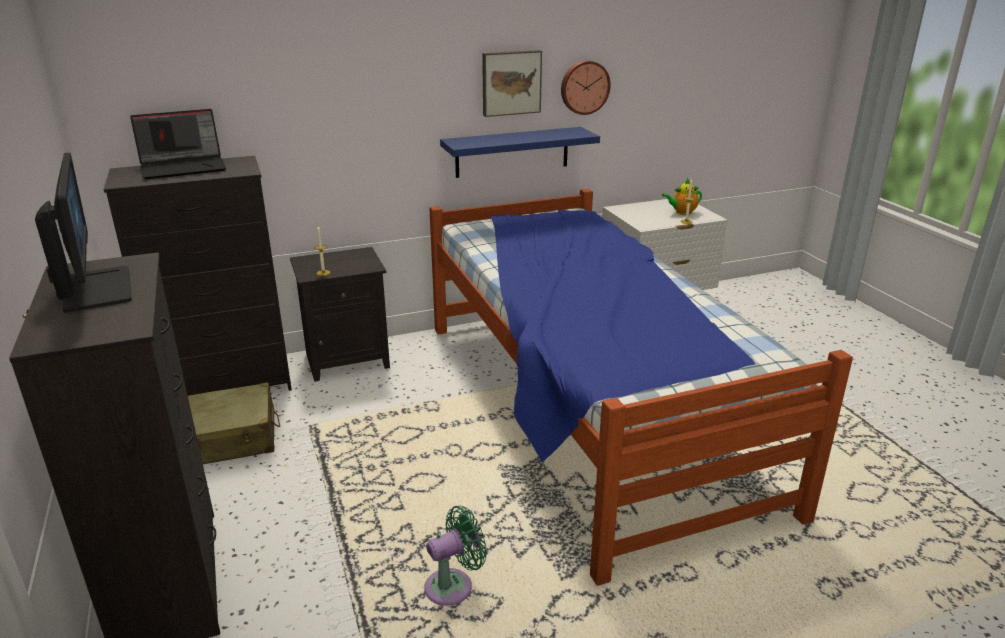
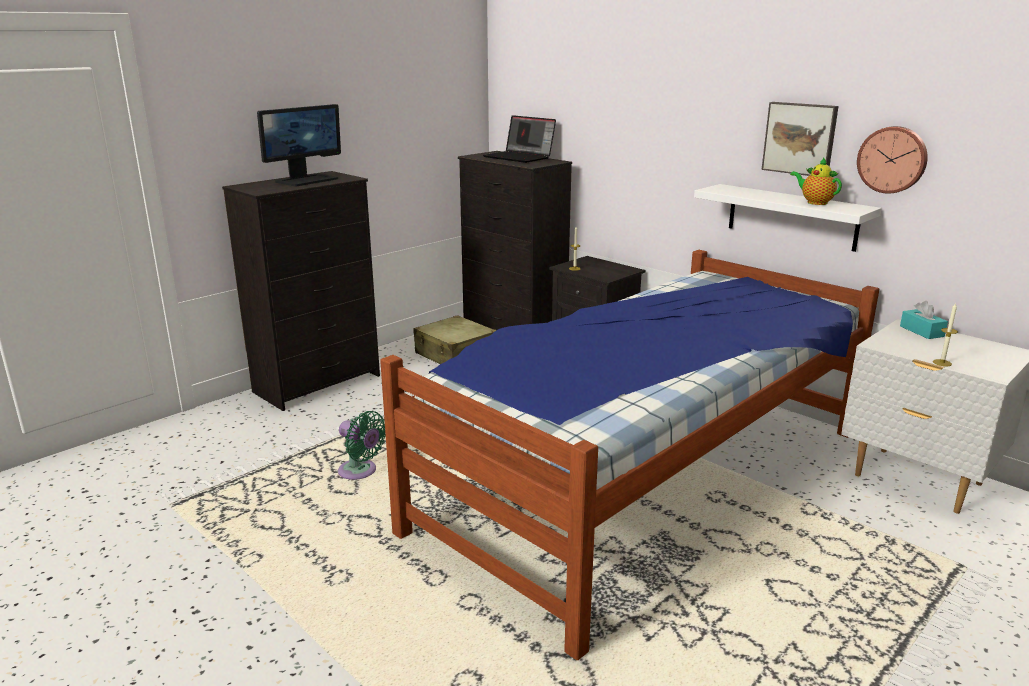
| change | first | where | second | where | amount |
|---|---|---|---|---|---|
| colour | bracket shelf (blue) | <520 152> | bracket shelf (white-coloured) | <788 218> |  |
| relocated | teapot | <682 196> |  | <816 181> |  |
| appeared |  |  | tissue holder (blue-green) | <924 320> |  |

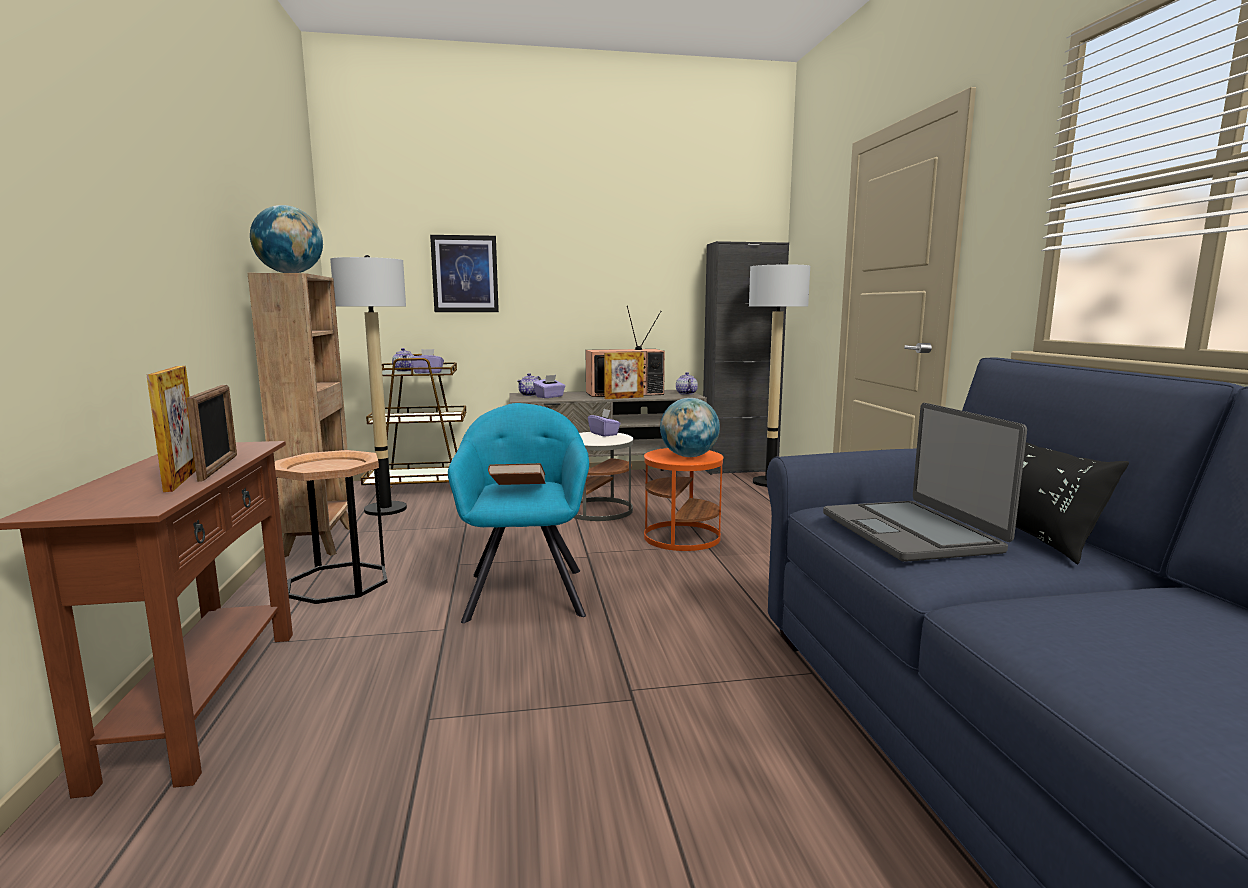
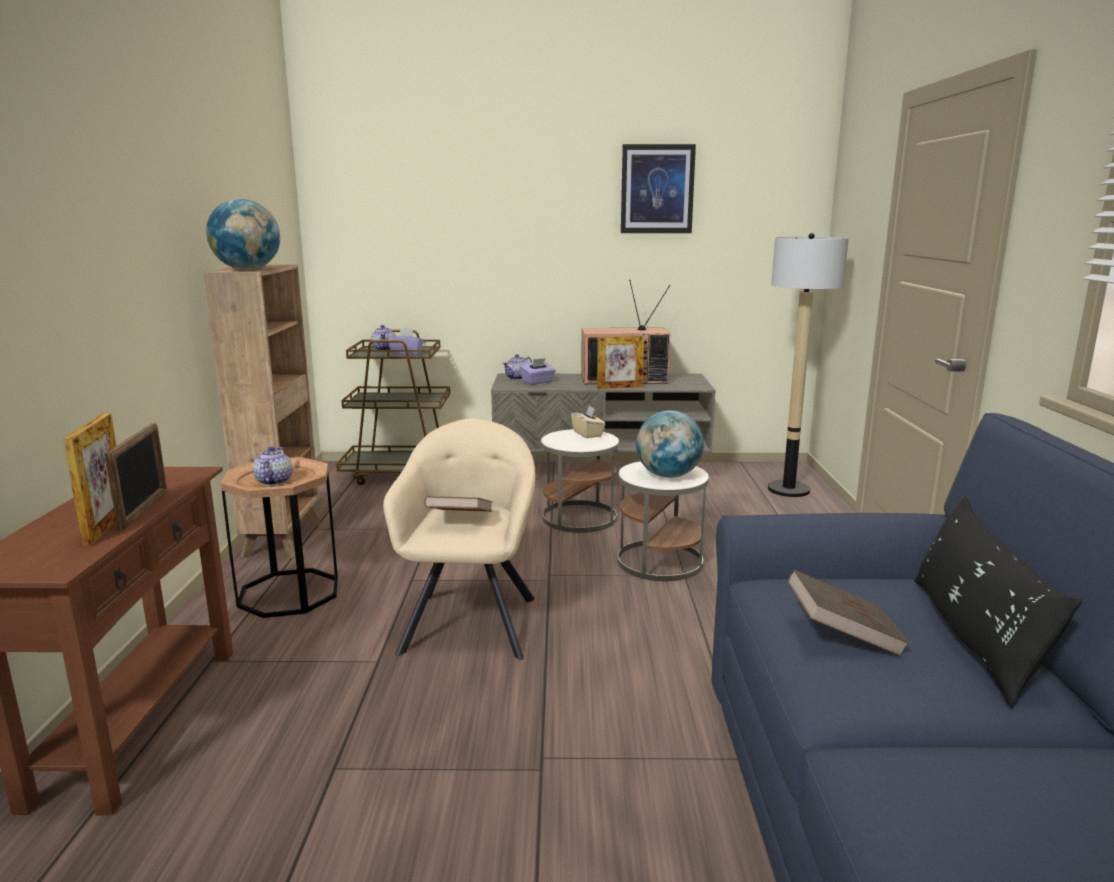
| change | first | where | second | where | amount |
|---|---|---|---|---|---|
| missing | floor lamp | <368 385> |  |  |  |
| relocated | wall art | <464 273> |  | <658 188> |  |
| colour | lounge chair (blue-green) | <518 513> | lounge chair (sand-coloured) | <459 539> |  |
| colour | tissue holder (purple) | <604 423> | tissue holder (sand-coloured) | <588 422> |  |
| colour | accent table (orange-coloured) | <683 499> | accent table (white-coloured) | <663 521> |  |
| relocated | teapot | <687 383> |  | <273 466> |  |
| missing | storage cabinet (black-coloured) | <746 358> |  |  |  |
| exchanged | notebook computer | <925 482> | book (brownish) | <848 613> |  |

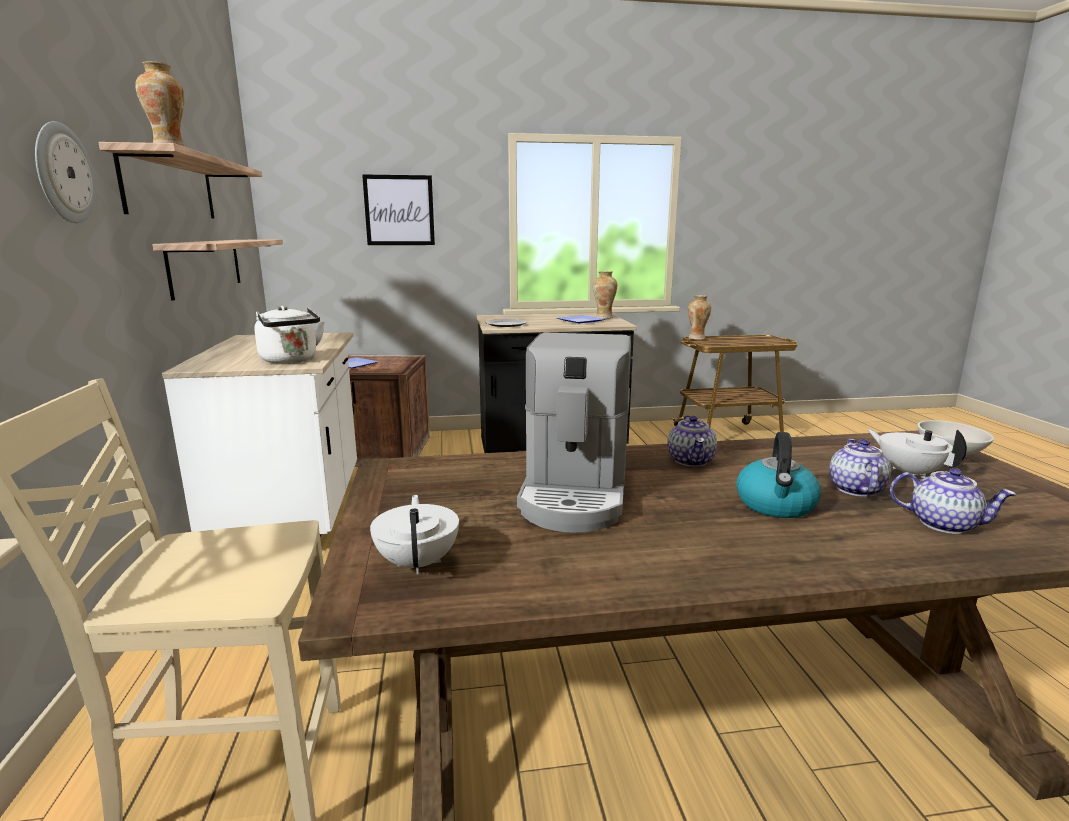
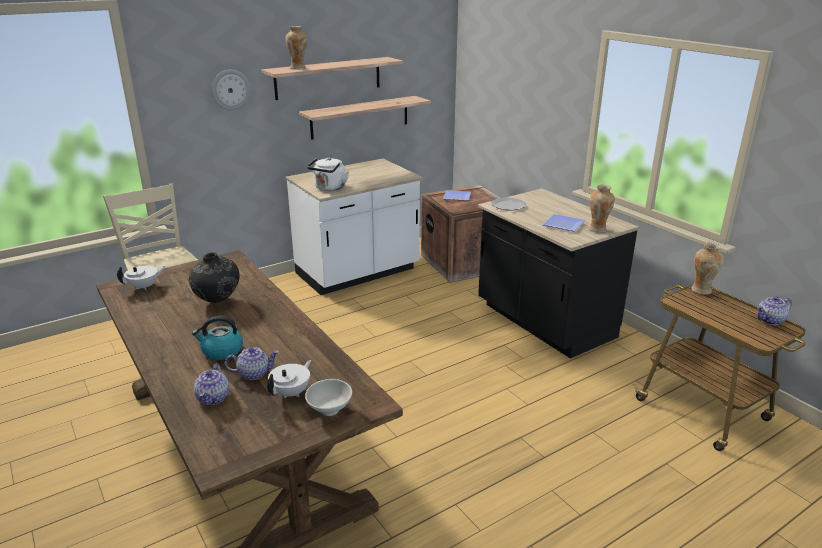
| change | first | where | second | where | amount |
|---|---|---|---|---|---|
| missing | wall art | <398 209> |  |  |  |
| exchanged | coffee machine | <574 432> | decorative vase (black-coloured) | <214 277> |  |
| relocated | teapot | <692 441> |  | <774 310> |  |

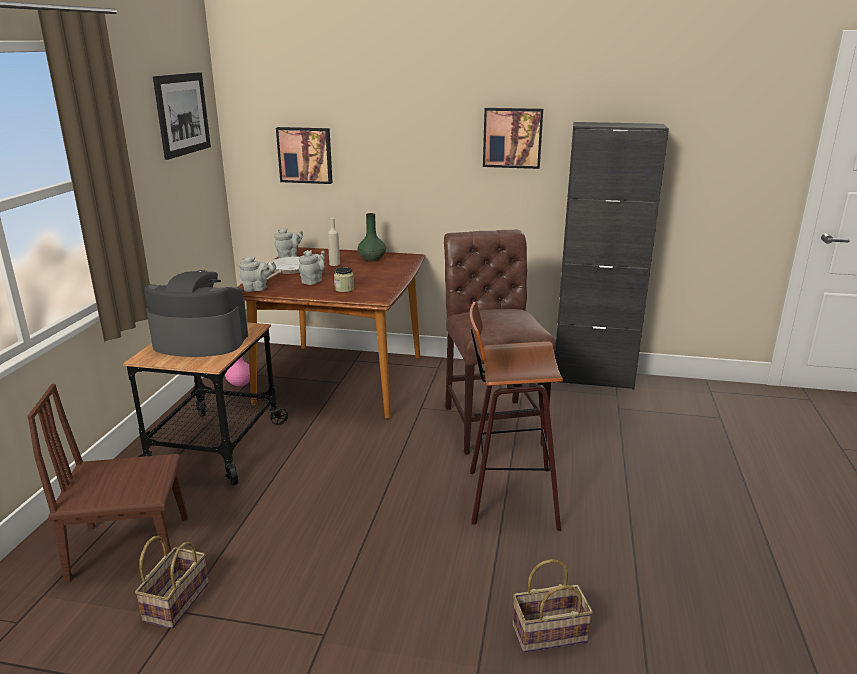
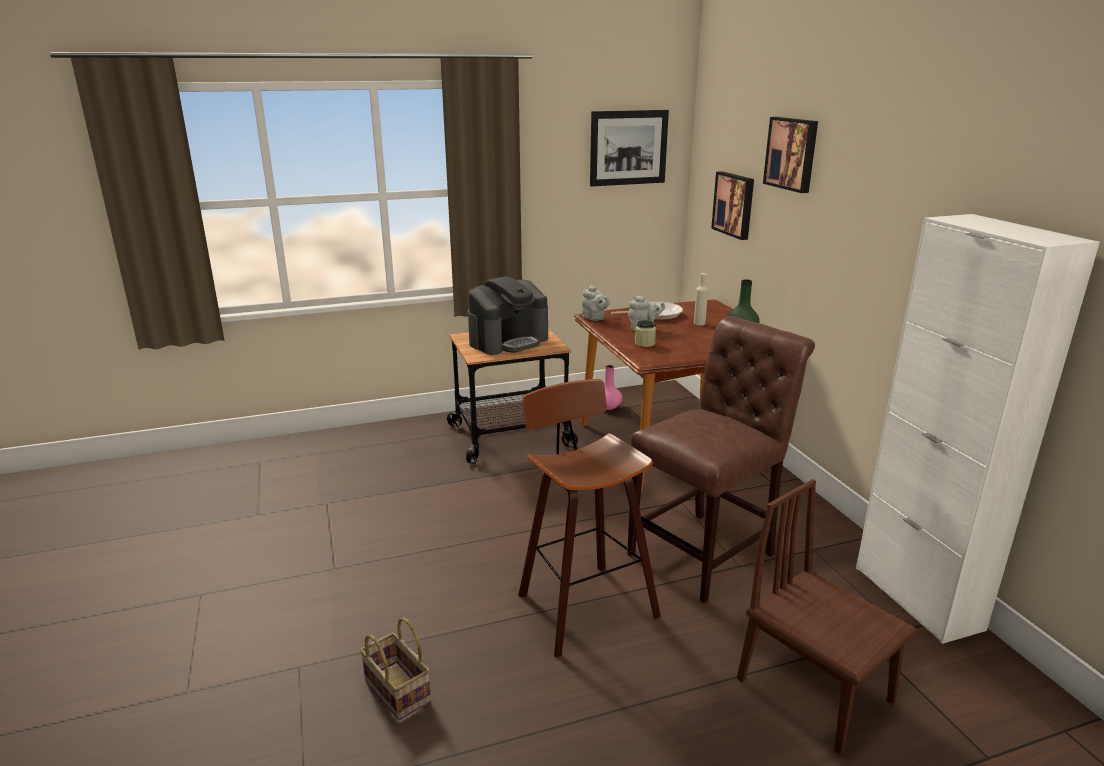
| change | first | where | second | where | amount |
|---|---|---|---|---|---|
| relocated | upright chair (brownish) | <107 483> |  | <827 617> |  |
| missing | household basket | <172 582> |  |  |  |
| spun | coffee machine | <196 313> |  | <508 315> | 75 degrees clockwise |
| missing | teapot (grey) | <288 243> |  |  |  |
| relocated | wall art | <513 138> |  | <790 155> |  |
| colour | storage cabinet (black-coloured) | <611 256> | storage cabinet (white-coloured) | <978 429> |  |

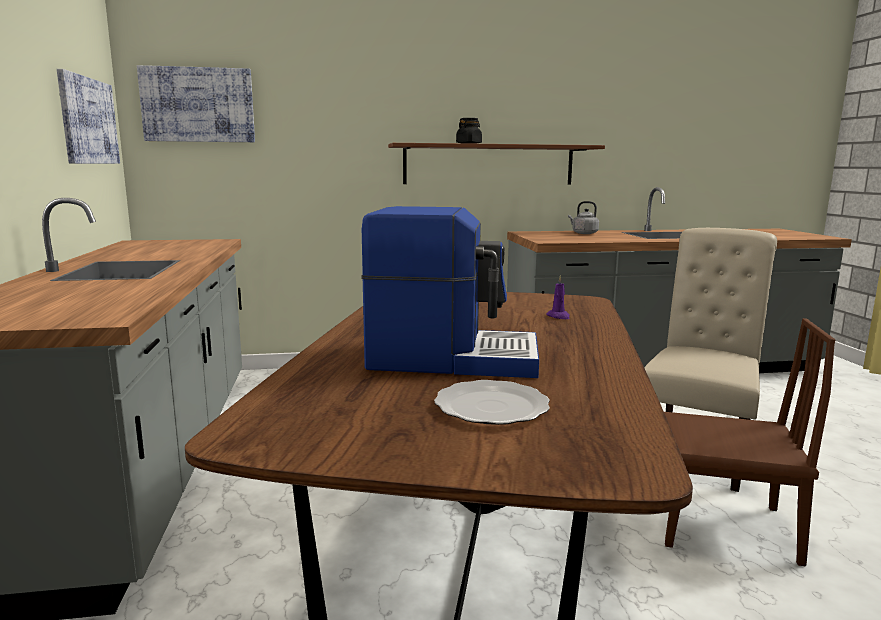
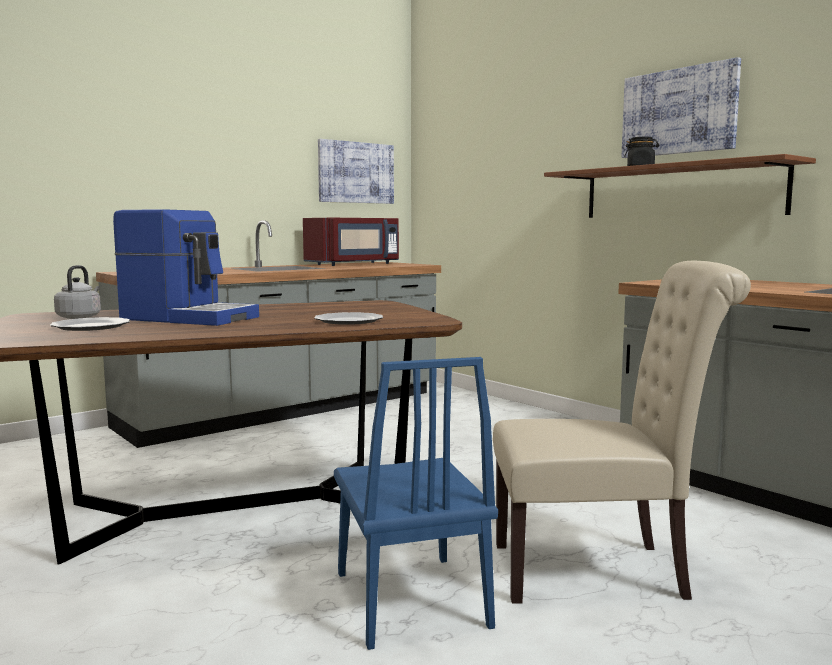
| change | first | where | second | where | amount |
|---|---|---|---|---|---|
| relocated | wall art | <196 103> |  | <681 107> |  |
| spun | coffee machine | <450 292> |  | <186 267> | 45 degrees counterclockwise |
| exchanged | candle (purple) | <558 297> | plate | <349 318> |  |
| relocated | tea kettle (grey) | <583 217> |  | <77 292> |  |
| colour | upright chair (brownish) | <749 442> | upright chair (blue) | <416 503> |  |
| appeared |  |  | kitchen microwave (reddish) | <351 242> |  |

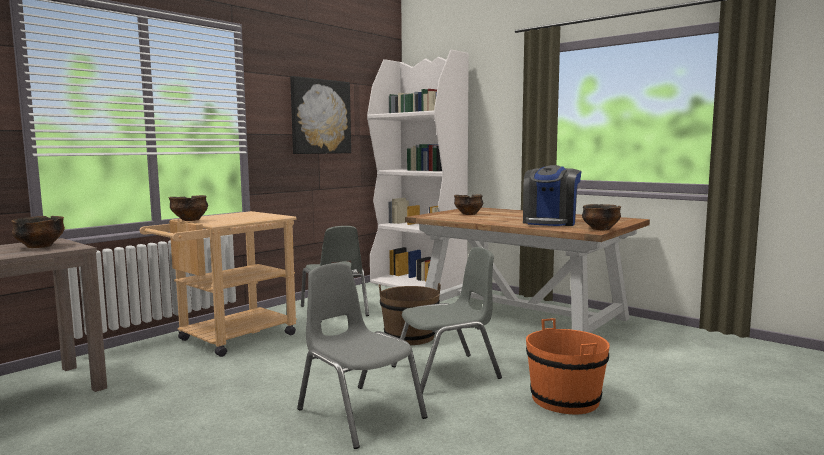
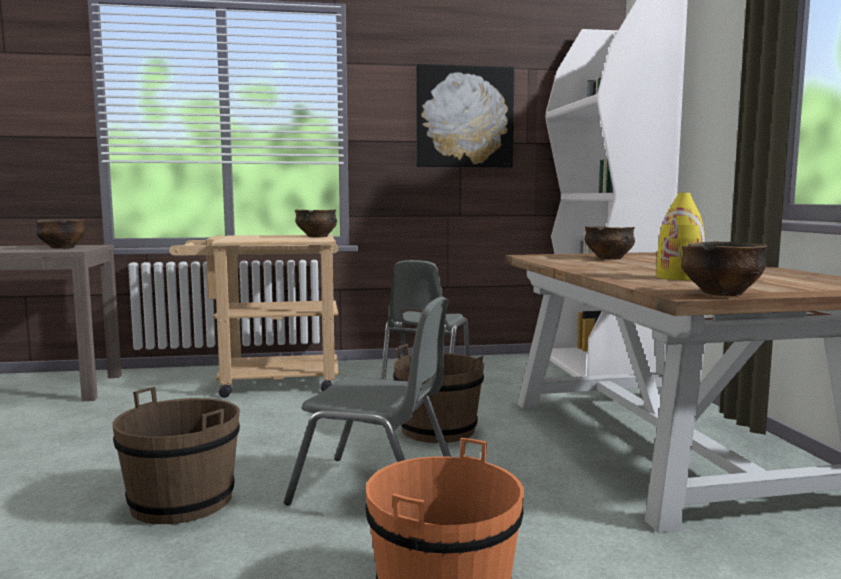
| change | first | where | second | where | amount |
|---|---|---|---|---|---|
| relocated | serving bowl | <188 208> |  | <316 224> |  |
| exchanged | upright chair (grey) | <362 356> | bucket (brownish) | <176 455> |  |
| exchanged | coffee machine | <552 195> | decorative vase (yellow) | <680 236> |  |

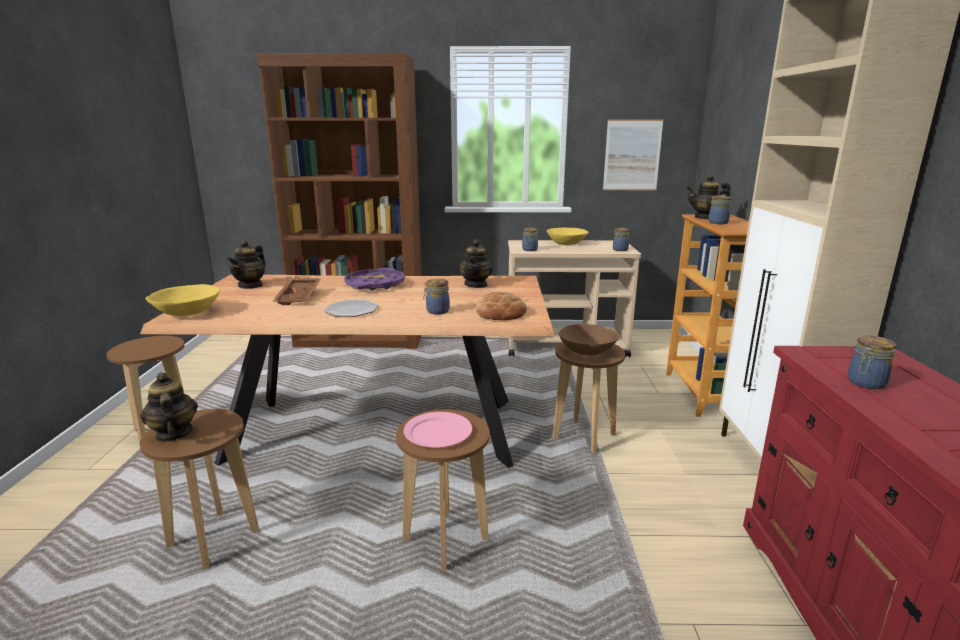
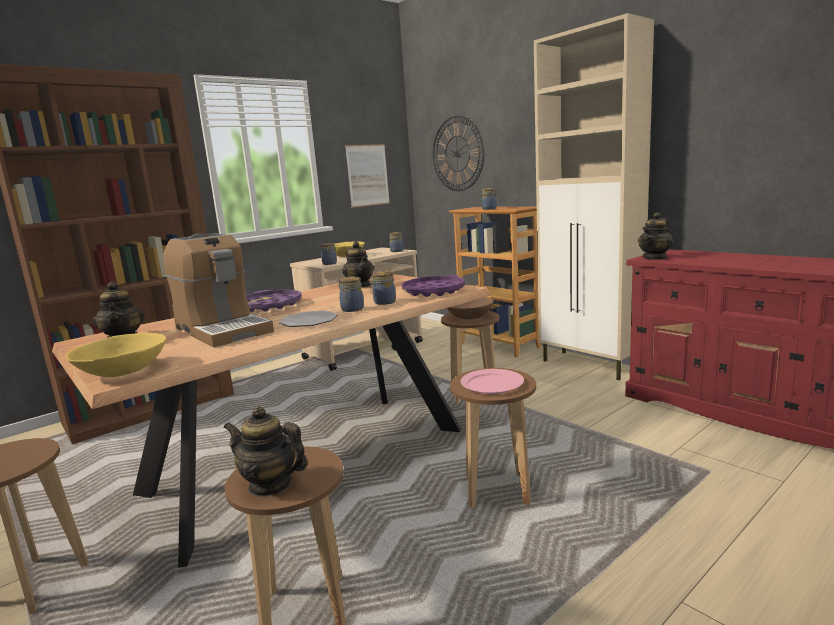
| change | first | where | second | where | amount |
|---|---|---|---|---|---|
| exchanged | tray (brownish) | <296 291> | coffee machine | <218 290> |  |
| exchanged | bakery bread | <501 306> | tray (purple) | <433 286> |  |
| relocated | teapot | <708 197> |  | <655 236> |  |
| relocated | storage jar | <872 362> |  | <351 294> |  |
| appeared |  |  | hanging clock | <458 153> |  |

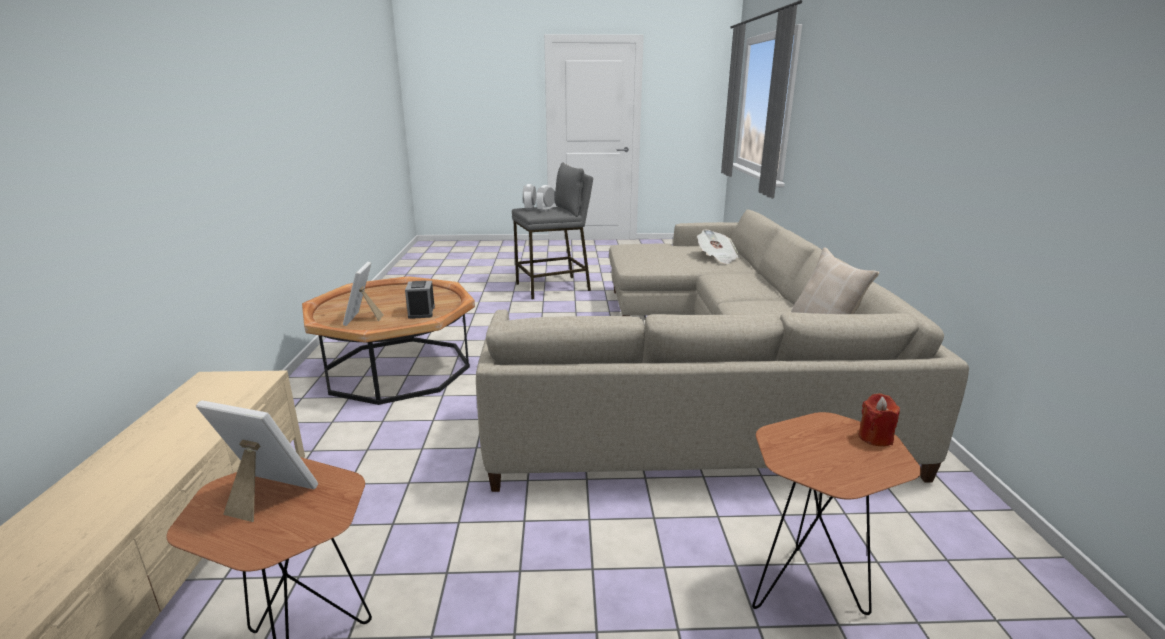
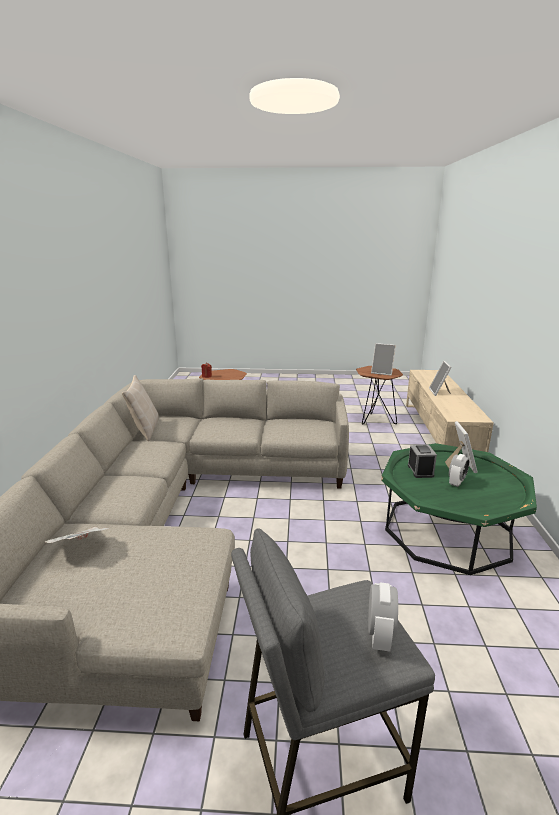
| change | first | where | second | where | amount |
|---|---|---|---|---|---|
| colour | coffee table (brownish) | <388 340> | coffee table (green) | <459 509> |  |
| relocated | table clock | <545 198> |  | <459 470> |  |
| appeared |  |  | standing frame | <440 378> |  |

